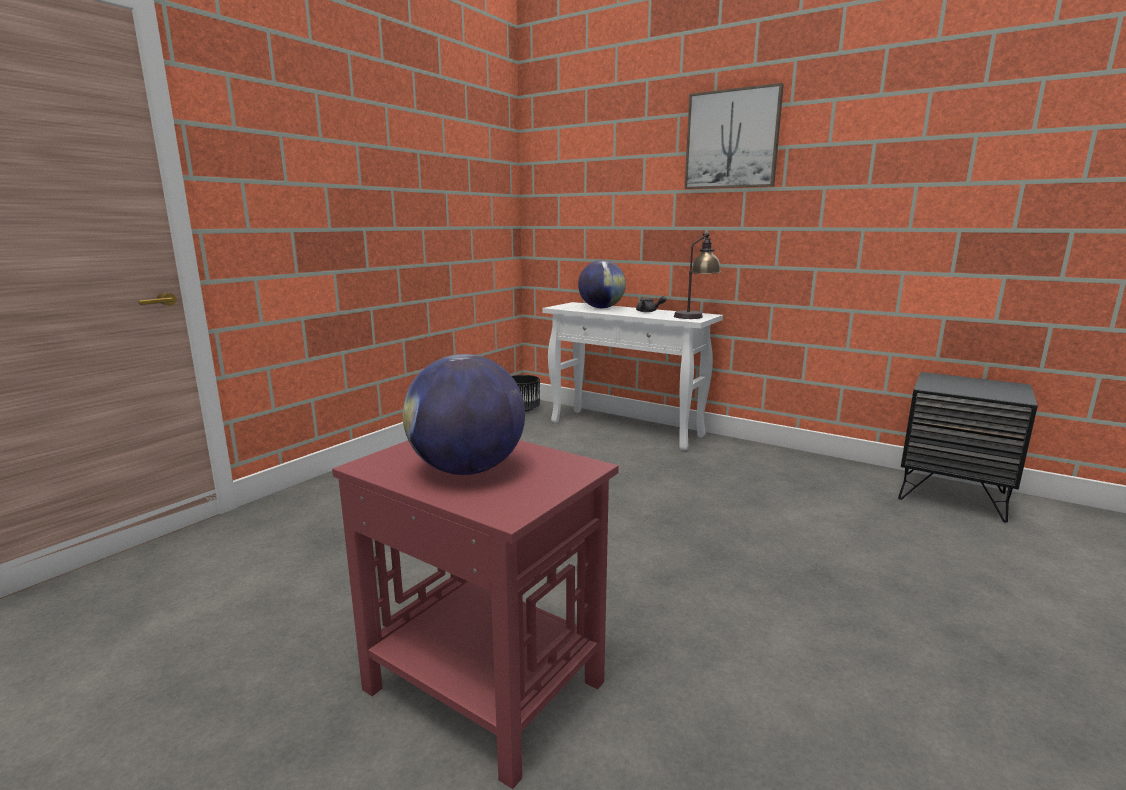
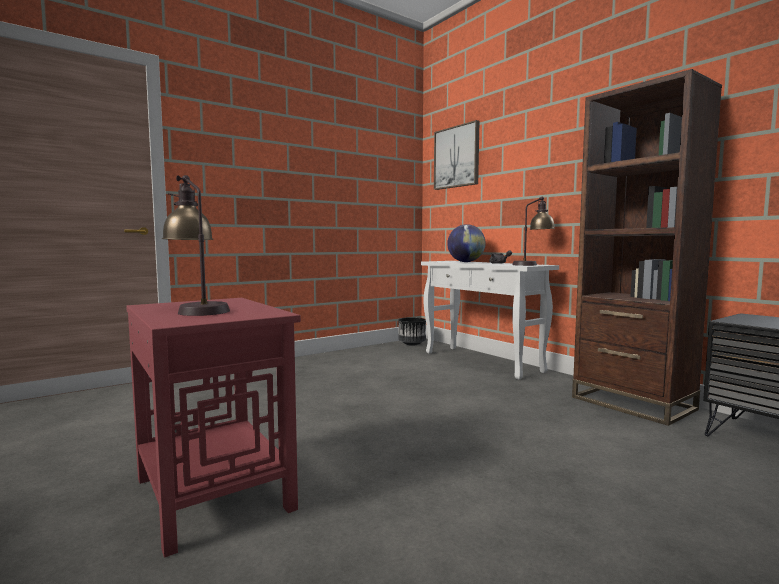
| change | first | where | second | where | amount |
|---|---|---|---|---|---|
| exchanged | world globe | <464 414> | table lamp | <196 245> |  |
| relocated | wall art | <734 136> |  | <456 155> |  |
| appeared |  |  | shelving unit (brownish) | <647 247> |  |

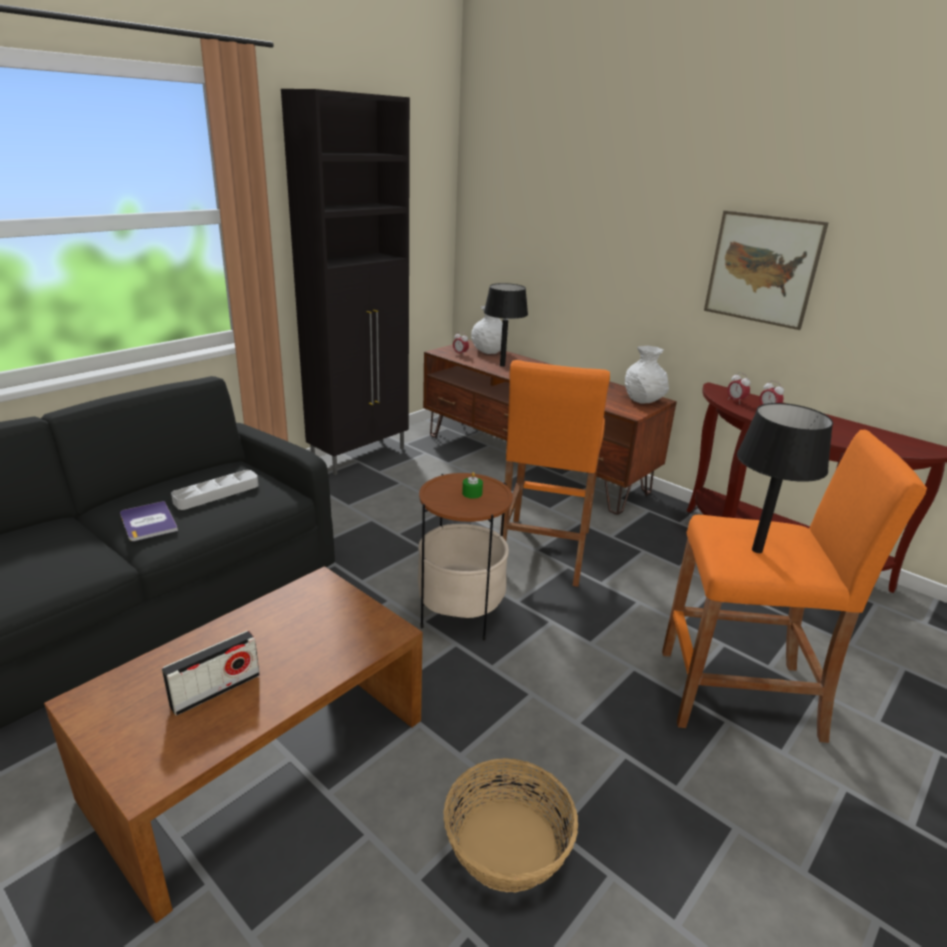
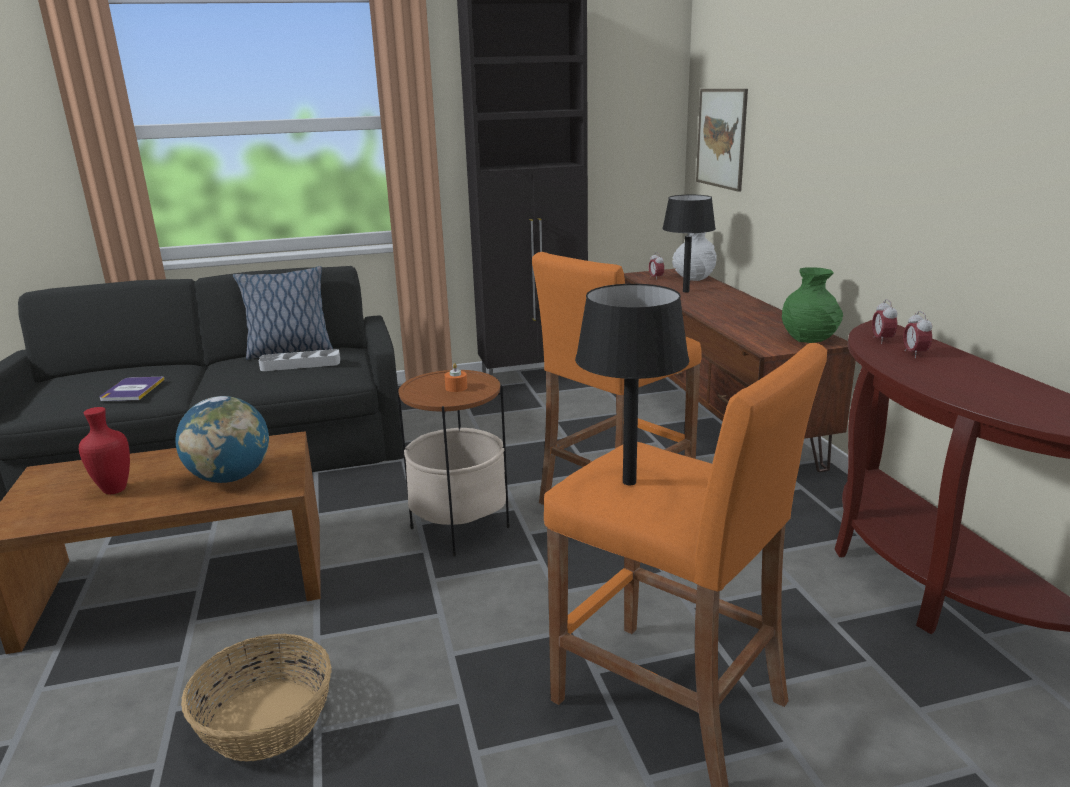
| change | first | where | second | where | amount |
|---|---|---|---|---|---|
| relocated | book | <149 521> |  | <132 388> |  |
| exchanged | radio set | <211 673> | decorative vase (reddish) | <104 450> |  |
| colour | candle (green) | <472 485> | candle (orange-coloured) | <456 377> |  |
| colour | decorative vase (white-coloured) | <647 374> | decorative vase (green) | <812 305> |  |
| relocated | wall art | <766 270> |  | <722 140> |  |
| appeared |  |  | world globe | <222 439> |  |
| appeared |  |  | cushion | <283 313> |  |

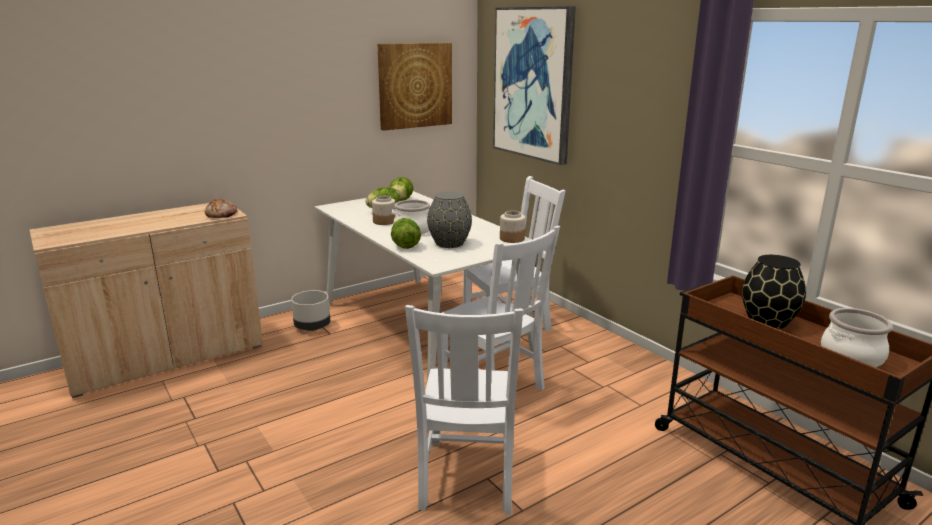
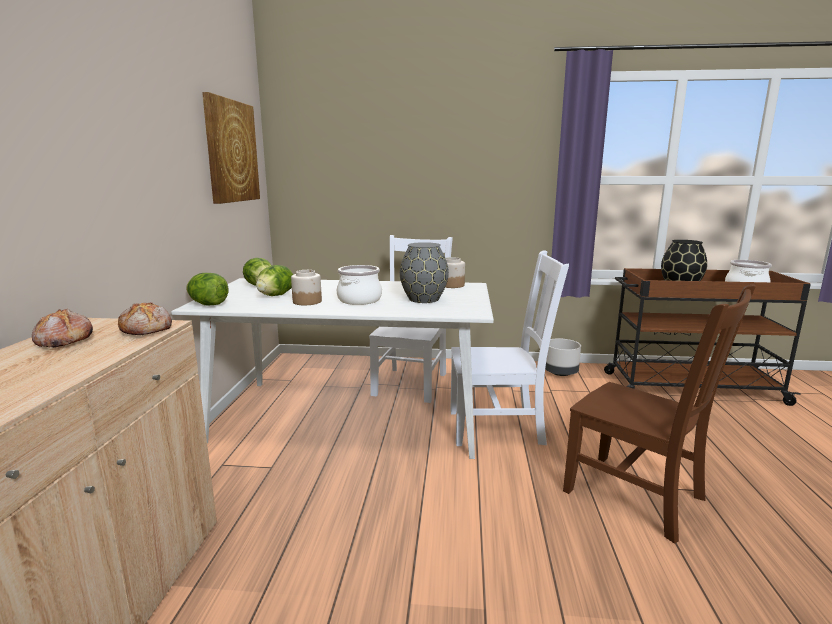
| change | first | where | second | where | amount |
|---|---|---|---|---|---|
| relocated | plant pot (grey) | <310 310> |  | <563 357> |  |
| relocated | head of lettuce | <406 233> |  | <207 289> |  |
| colour | upright chair (white-coloured) | <464 410> | upright chair (brownish) | <659 413> |  |
| missing | wall art | <534 85> |  |  |  |
| appeared |  |  | bakery bread | <62 328> |  |

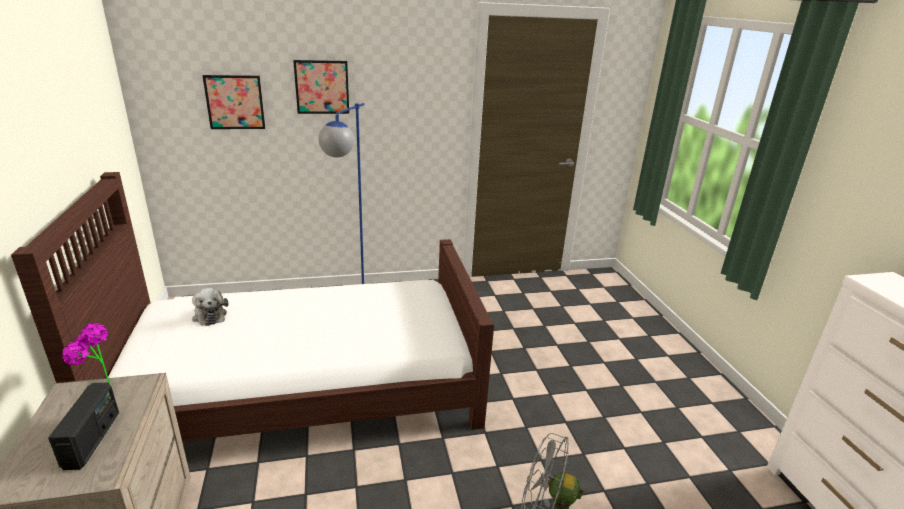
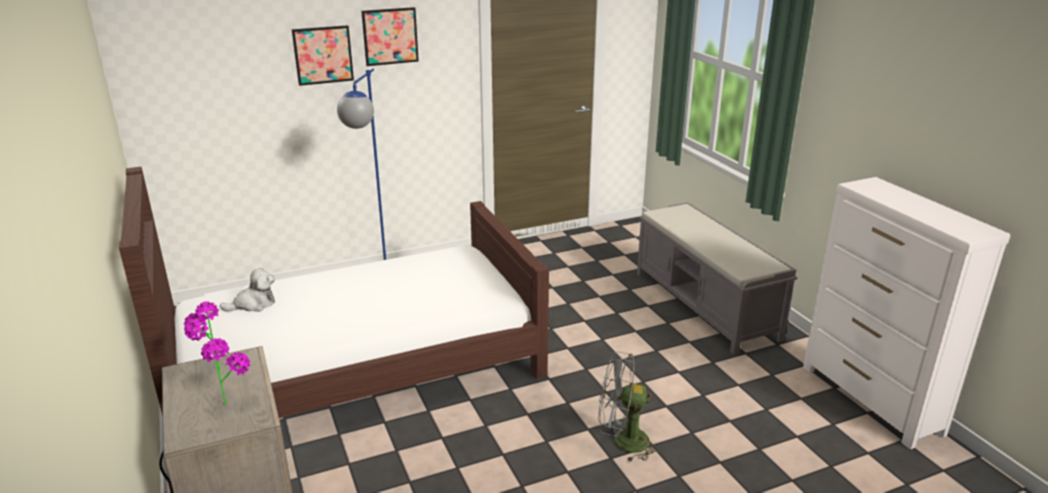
| change | first | where | second | where | amount |
|---|---|---|---|---|---|
| exchanged | radio set | <83 426> | plant in a pot | <225 371> |  |
| spun | cuddly toy | <210 307> |  | <247 290> | 75 degrees counterclockwise |
| relocated | wall art | <233 102> |  | <390 36> |  |
| appeared |  |  | long seat (grey) | <717 278> |  |

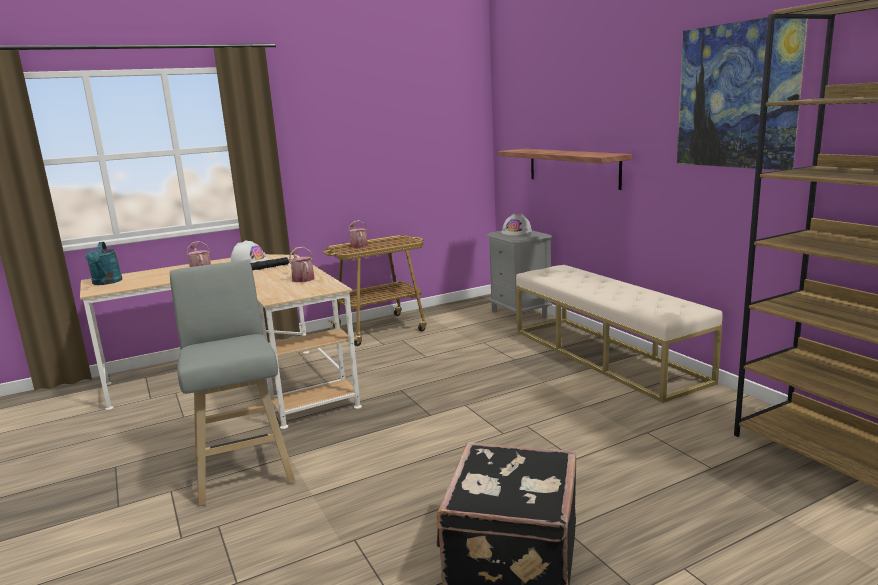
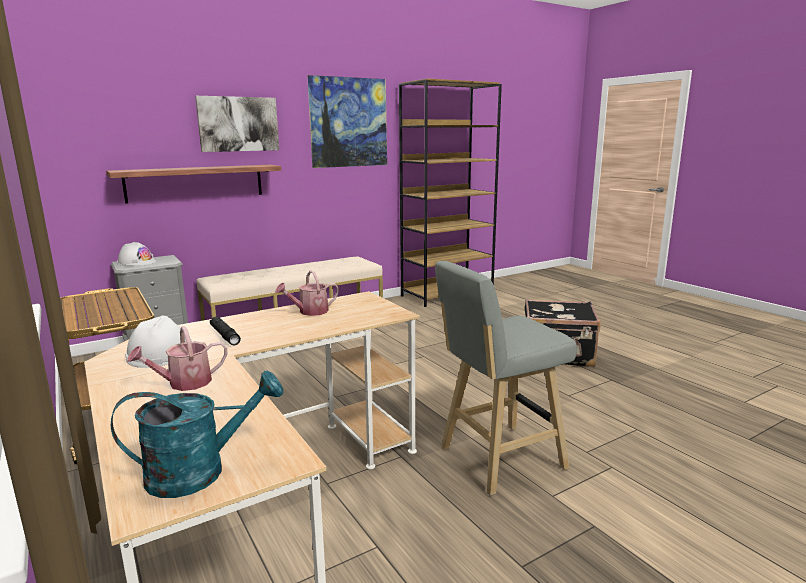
| change | first | where | second | where | amount |
|---|---|---|---|---|---|
| missing | watering can | <358 234> |  |  |  |
| appeared |  |  | wall art | <237 124> |  |

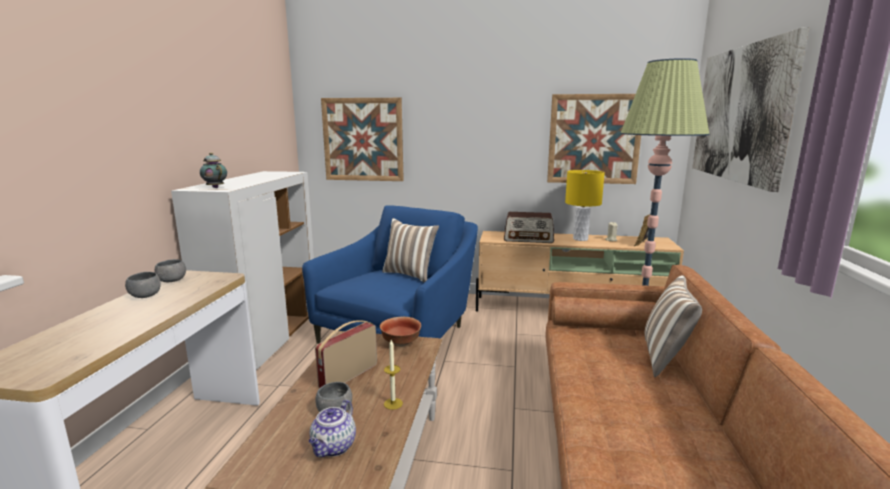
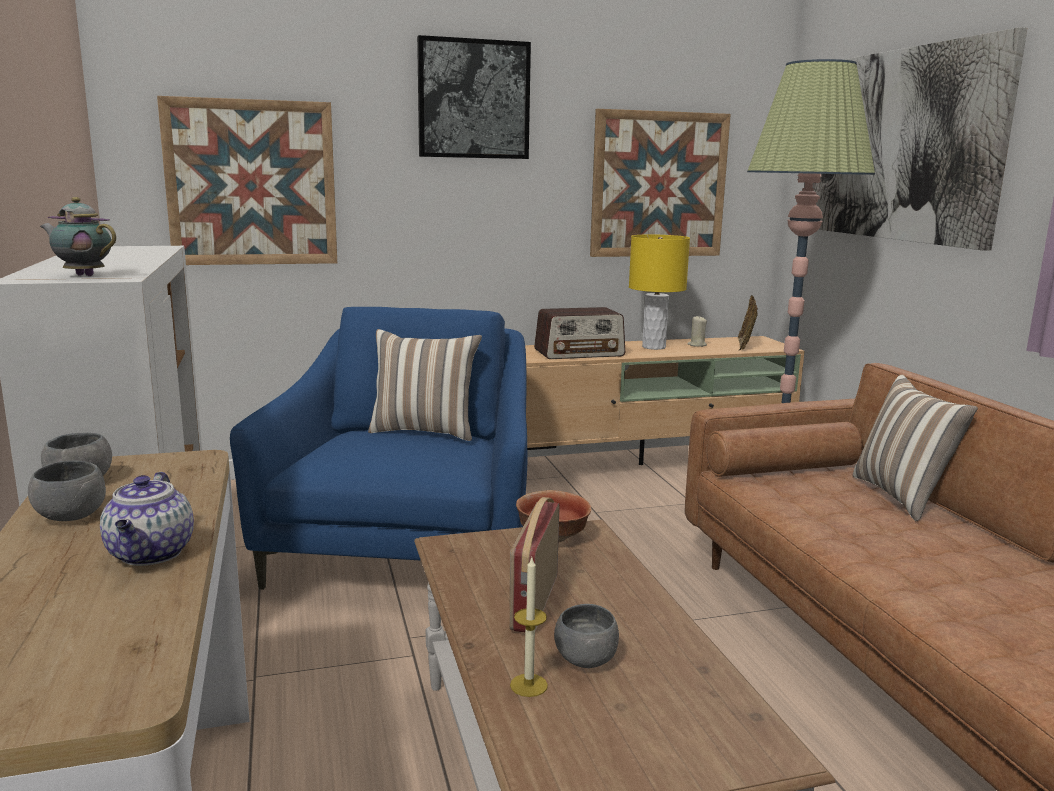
| change | first | where | second | where | amount |
|---|---|---|---|---|---|
| relocated | teapot | <332 428> |  | <147 519> |  |
| relocated | candle | <393 375> |  | <529 627> |  |
| appeared |  |  | wall art | <474 97> |  |

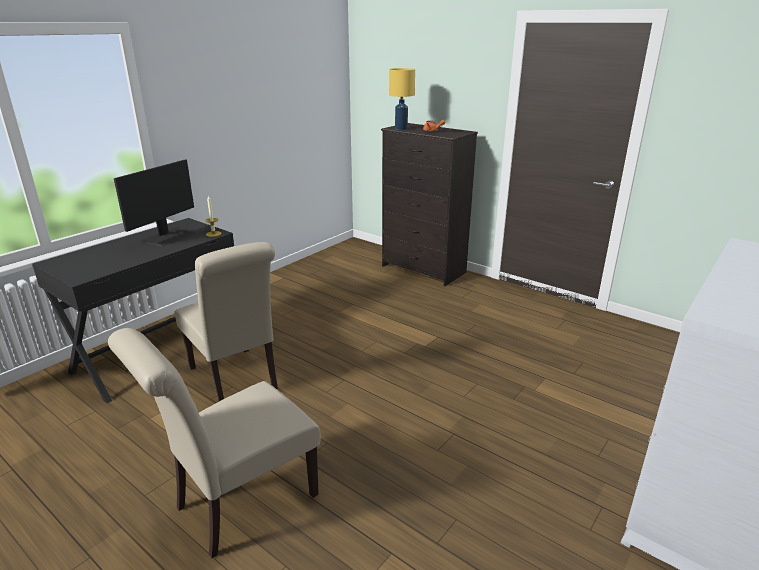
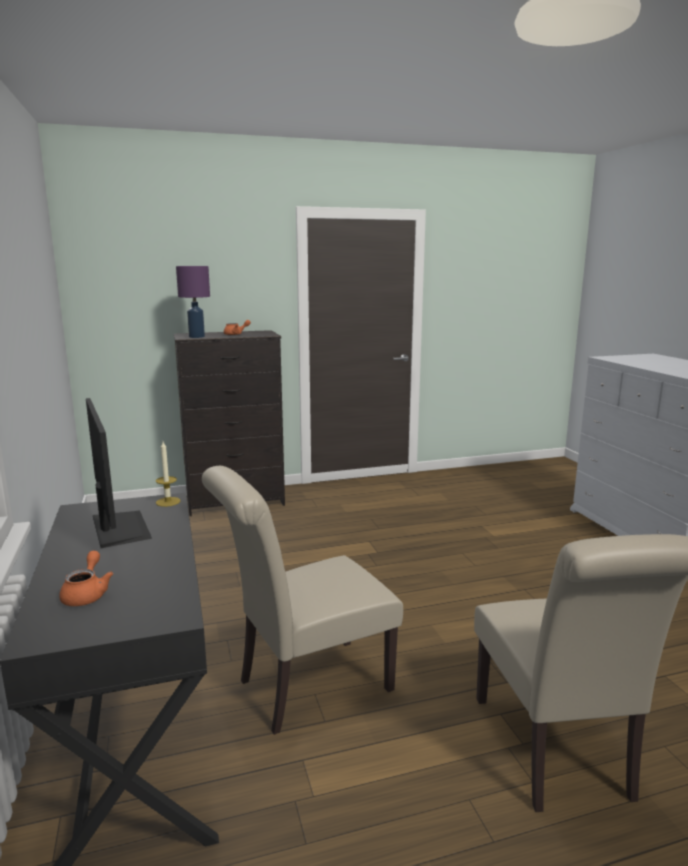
| change | first | where | second | where | amount |
|---|---|---|---|---|---|
| spun | upright chair (sand-coloured) | <226 322> |  | <302 600> | 150 degrees clockwise |
| colour | table lamp (yellow) | <402 99> | table lamp (purple) | <193 302> |  |
| appeared |  |  | teapot (orange-coloured) | <86 578> |  |

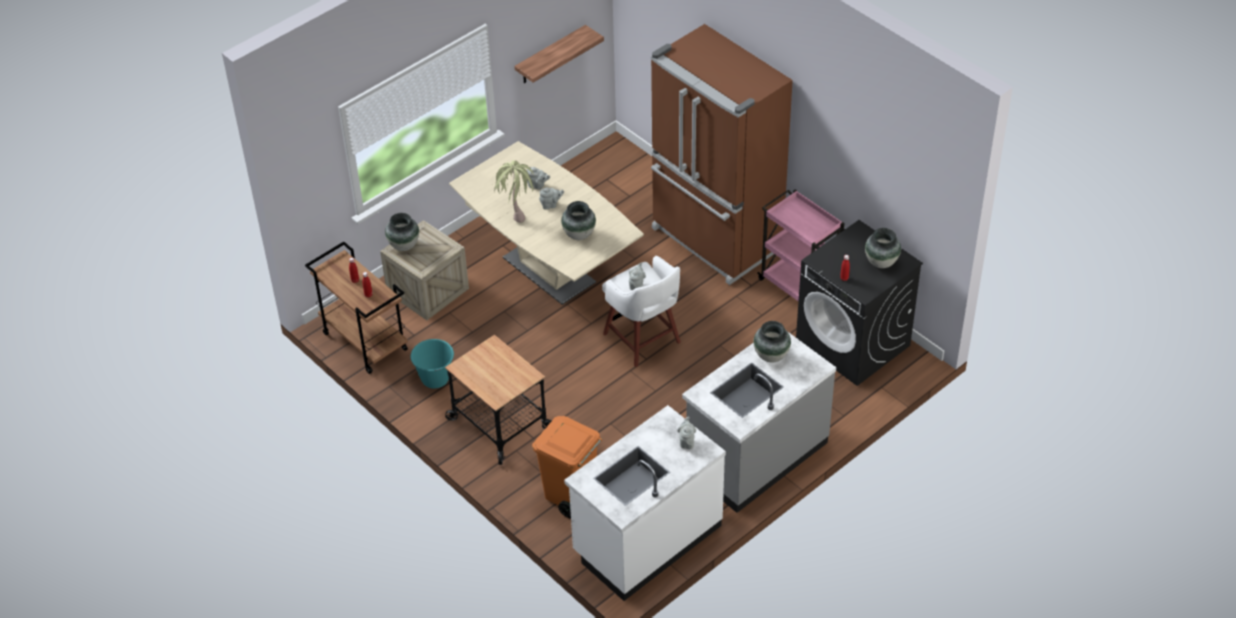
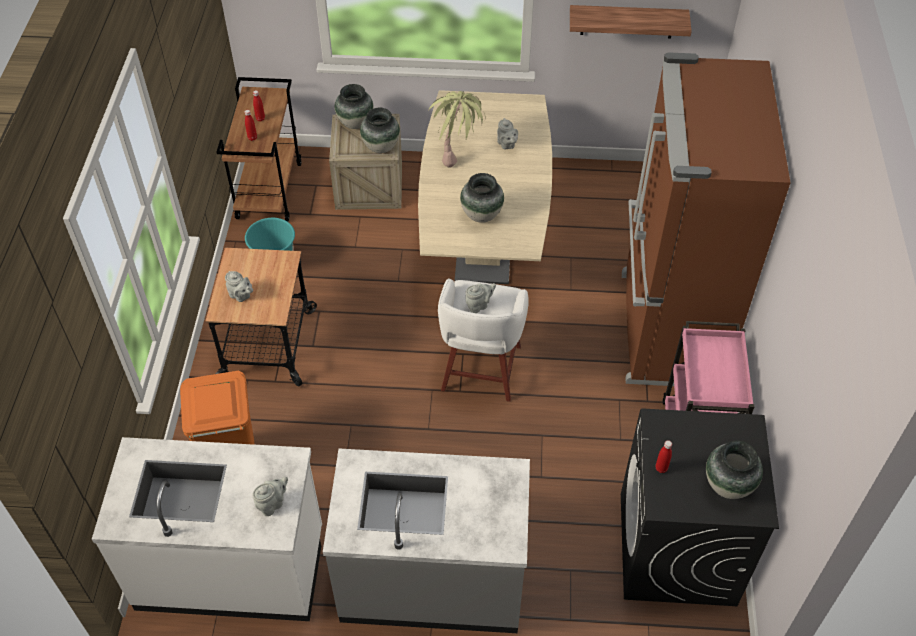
| change | first | where | second | where | amount |
|---|---|---|---|---|---|
| relocated | teapot (grey) | <551 198> |  | <239 286> |  |
| relocated | decorative vase | <772 341> |  | <380 130> |  |

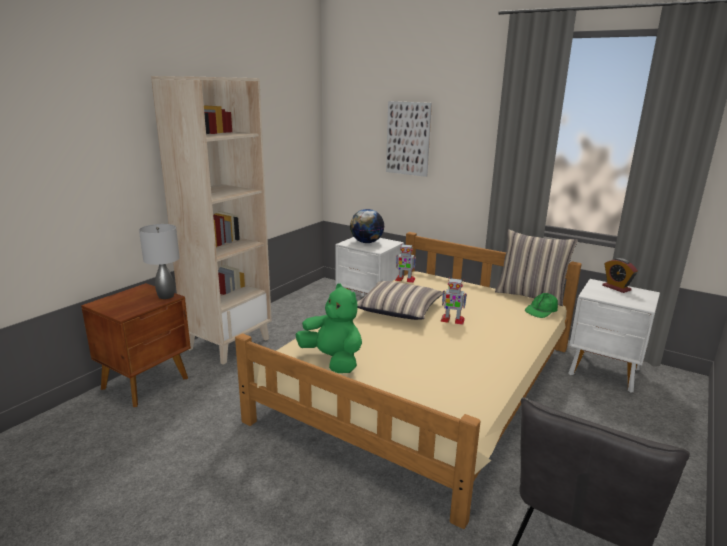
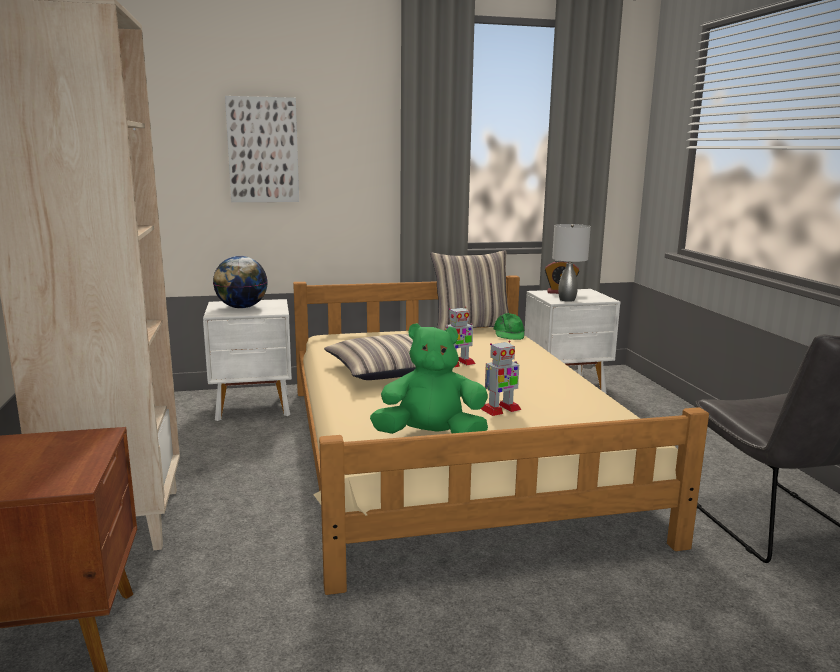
| change | first | where | second | where | amount |
|---|---|---|---|---|---|
| relocated | table lamp (grey) | <159 261> |  | <571 263> |  |
| relocated | model robot | <405 263> |  | <501 378> |  |

